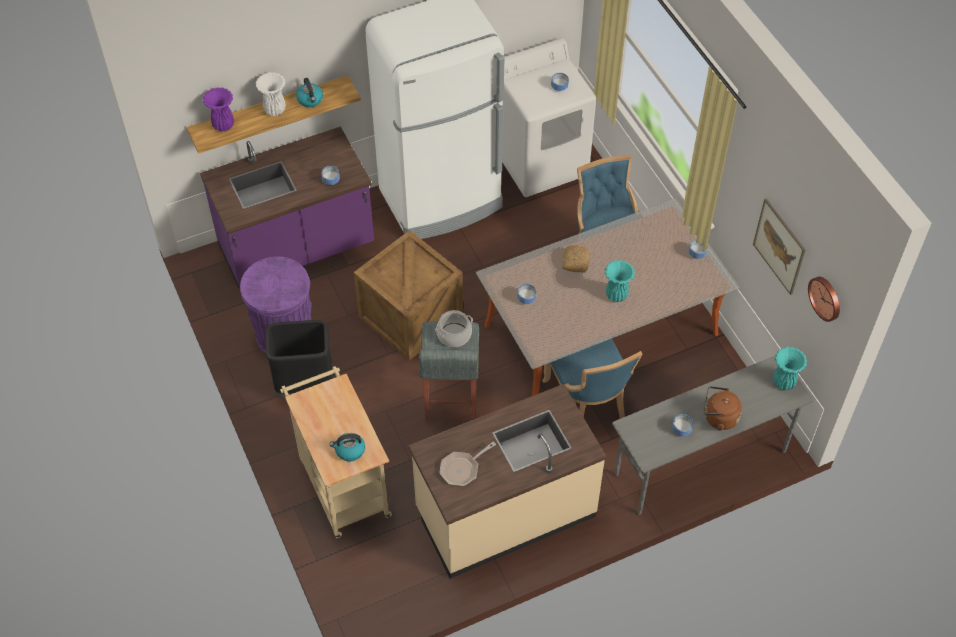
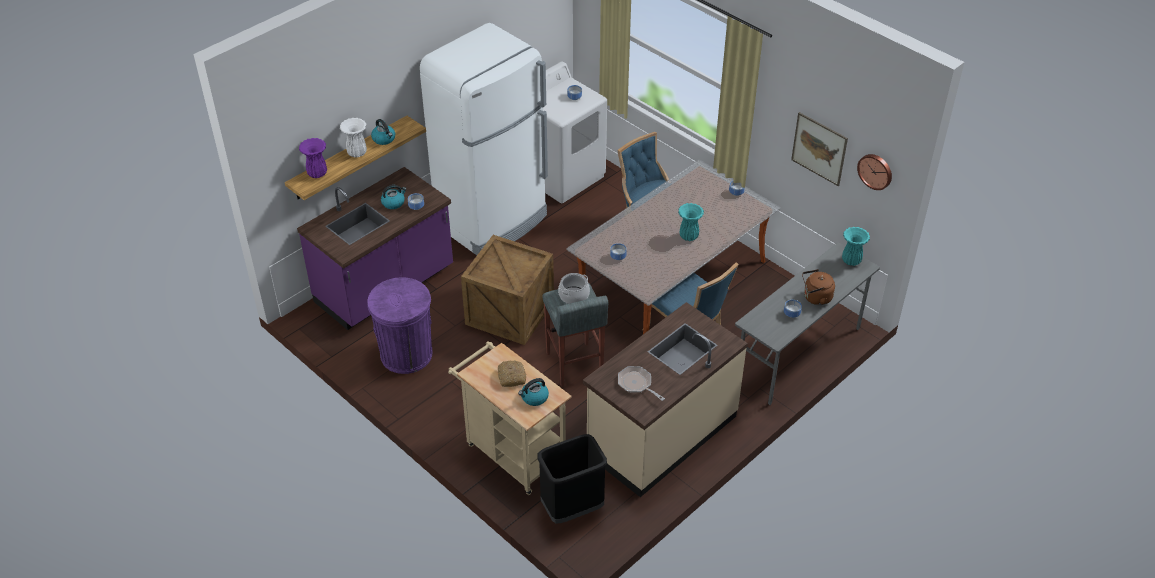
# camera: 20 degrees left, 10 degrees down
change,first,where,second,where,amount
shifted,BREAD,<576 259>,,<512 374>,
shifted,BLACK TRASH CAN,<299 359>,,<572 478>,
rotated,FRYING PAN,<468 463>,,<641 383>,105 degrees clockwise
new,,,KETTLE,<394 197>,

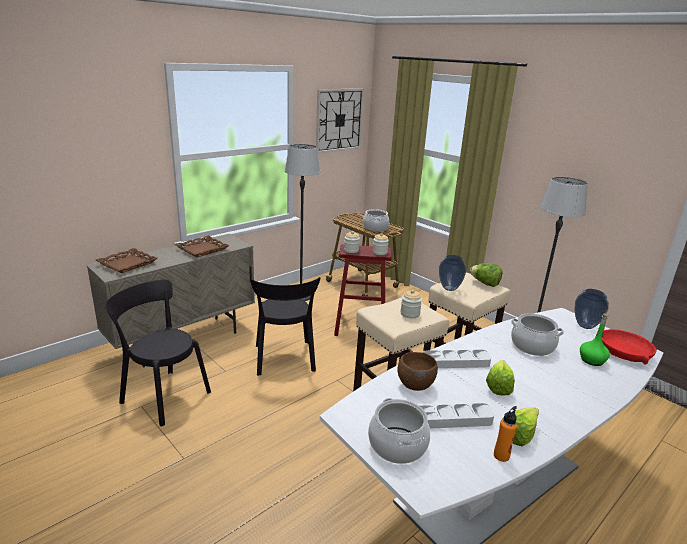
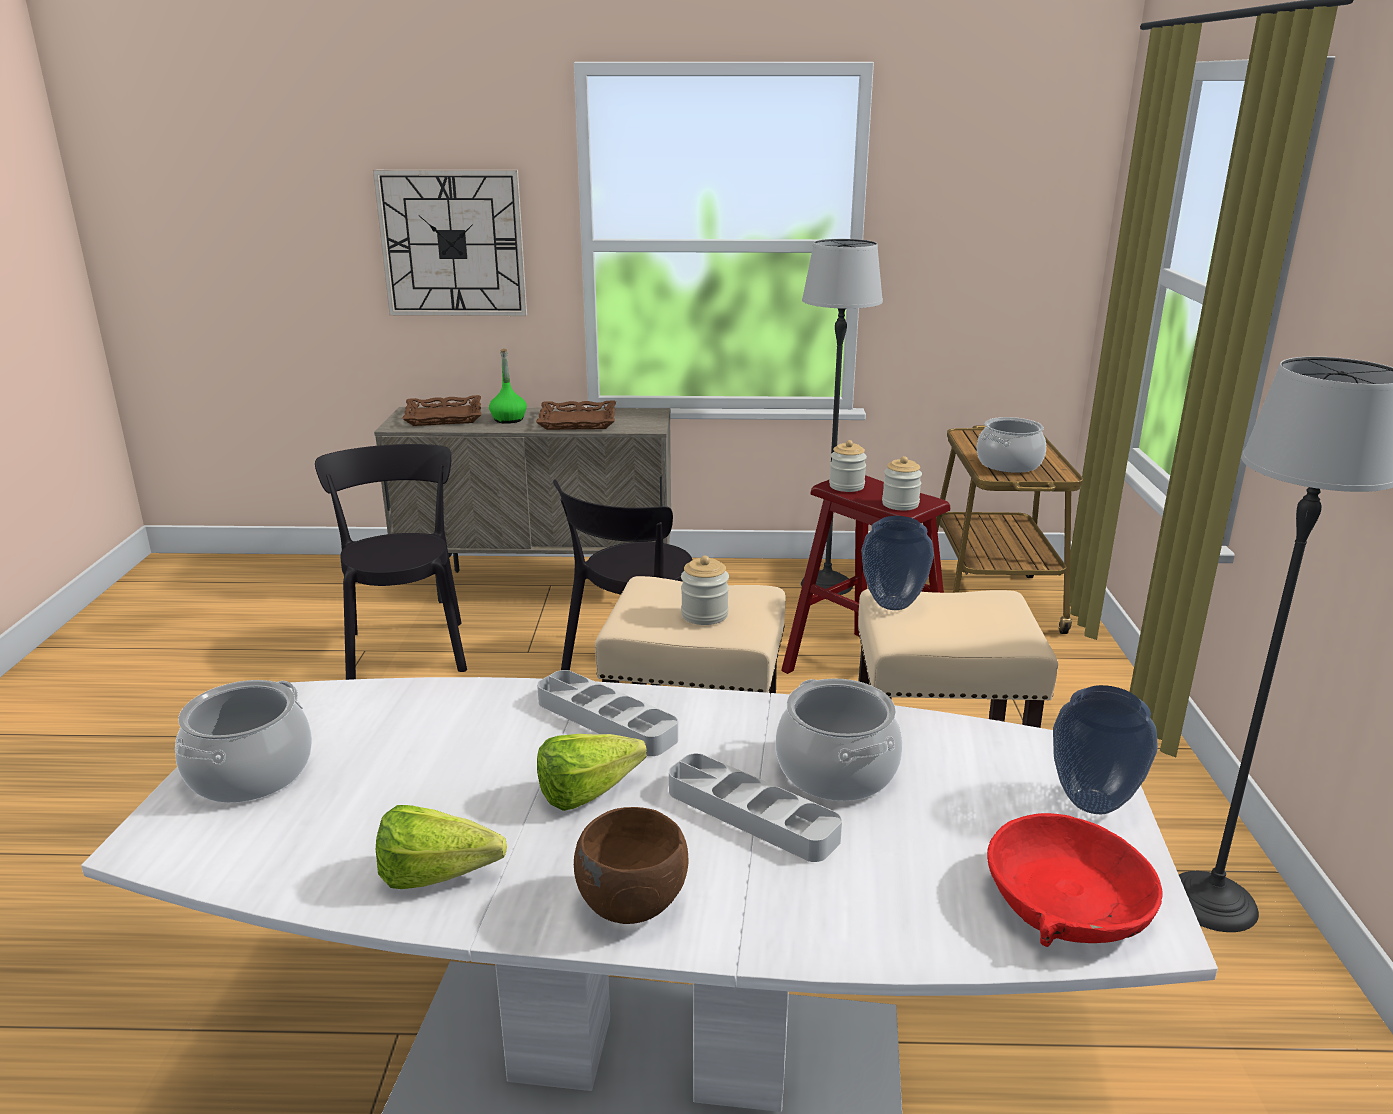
# camera: 45 degrees right, 0 degrees up
change,first,where,second,where,amount
shifted,WALL CLOCK,<340 121>,,<450 243>,
gone,LETTUCE,<486 275>,,,
shifted,GREEN BOTTLE,<595 339>,,<508 386>,
shifted,BROWN BOWL,<417 371>,,<631 865>,
shifted,GREY TRAY,<456 416>,,<755 807>,
gone,ORANGE BOTTLE,<505 434>,,,

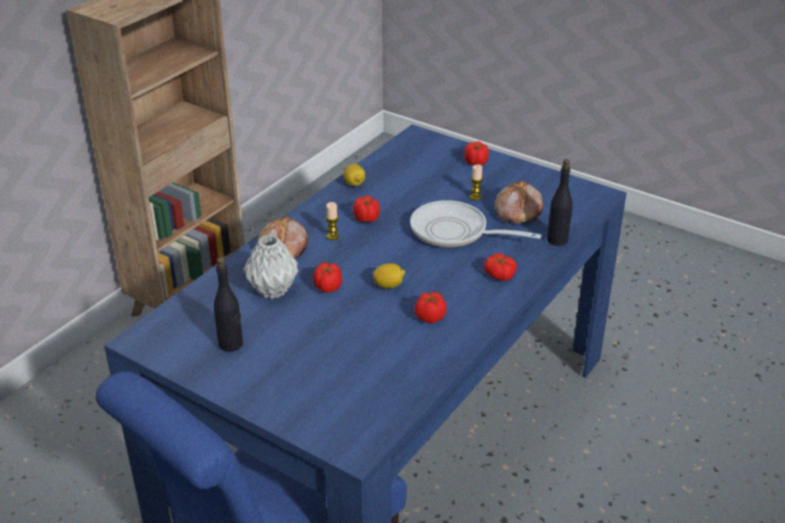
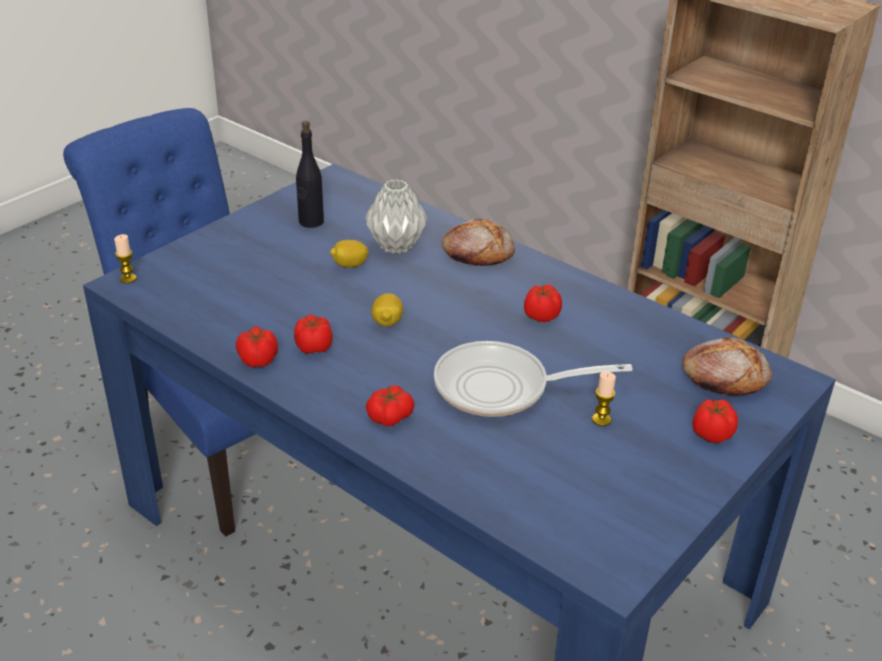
# camera: 95 degrees right, 0 degrees up
change,first,where,second,where,amount
gone,BLACK BOTTLE,<560 202>,,,
shifted,LEMON,<354 175>,,<349 254>,
shifted,BREAD,<518 202>,,<727 366>,
rotated,FRYING PAN,<476 223>,,<533 379>,120 degrees counterclockwise
shifted,CANDLE,<332 221>,,<125 258>,
shifted,TOMATO,<327 278>,,<257 346>,

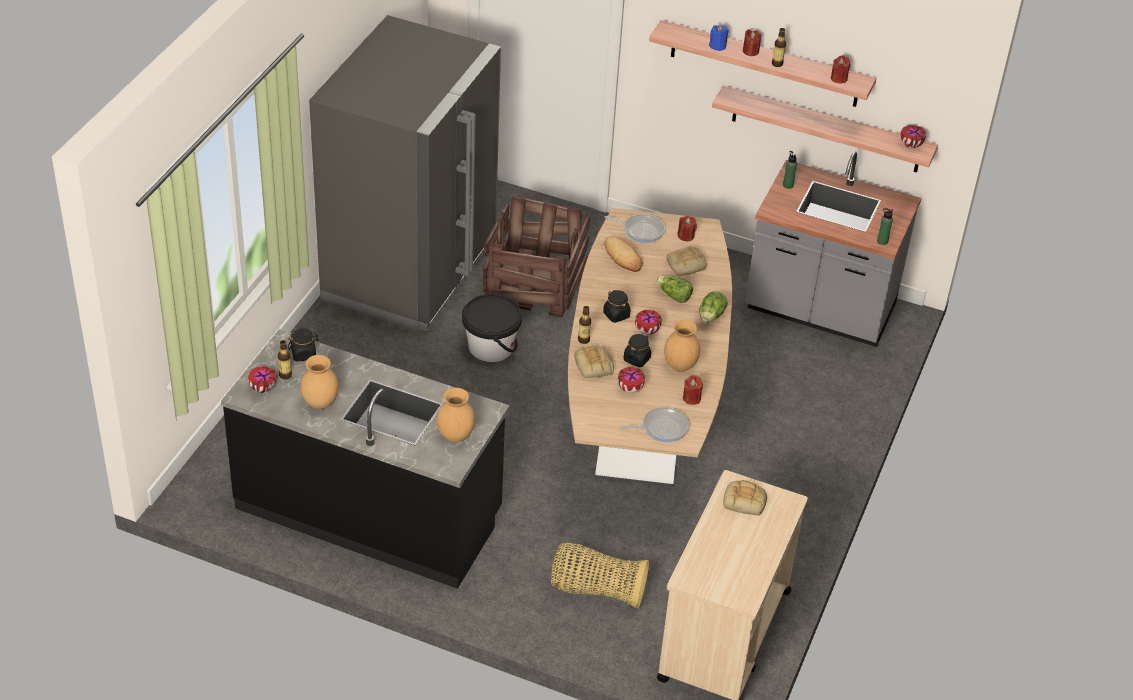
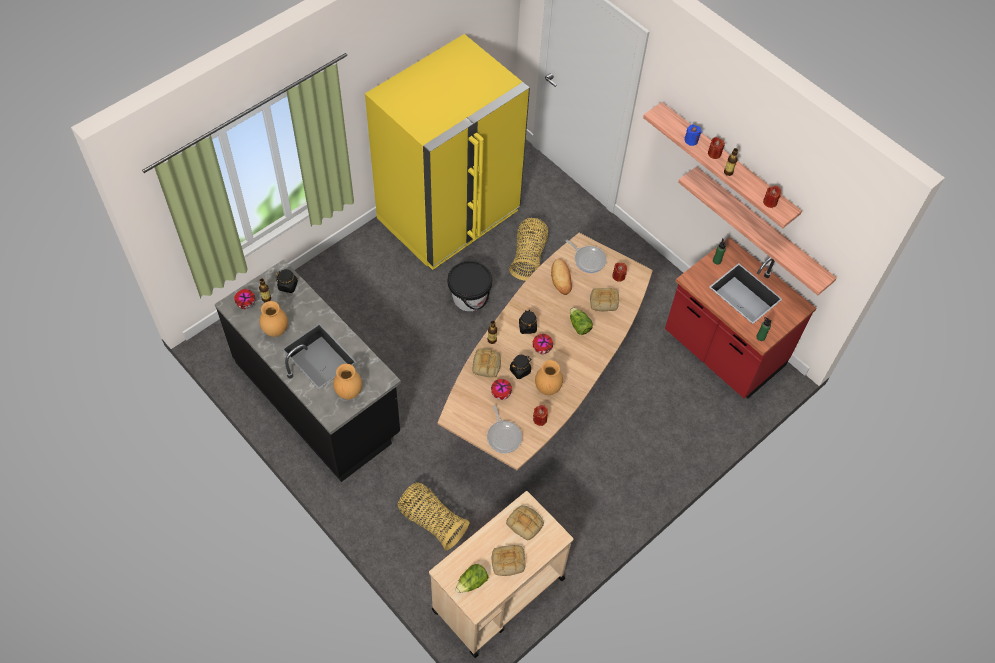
# camera: 25 degrees right, 15 degrees up
change,first,where,second,where,amount
repainted,GREY FRIDGE,<405 173>,YELLOW FRIDGE,<447 152>,
gone,BOWL,<913 136>,,,
repainted,GREY COUNTER,<833 249>,RED COUNTER,<740 317>,
swapped,CRATE,<536 257>,BASKET,<528 249>,
shifted,LETTUCE,<713 307>,,<471 578>,
rotated,FRYING PAN,<655 424>,,<504 429>,60 degrees clockwise
new,,,BREAD,<508 560>,

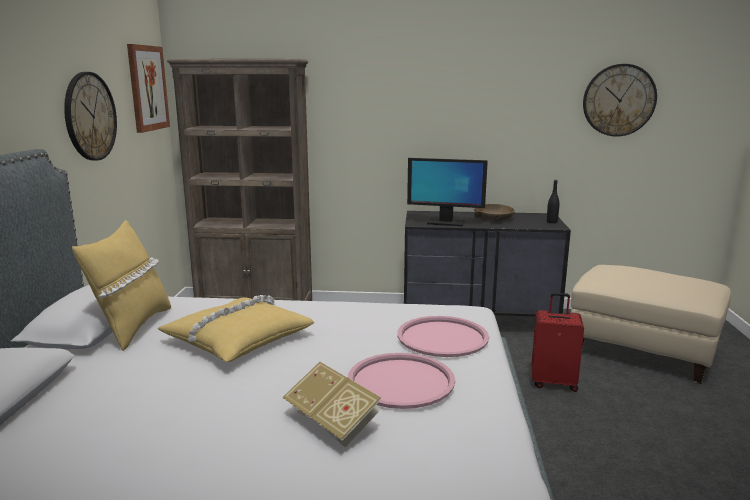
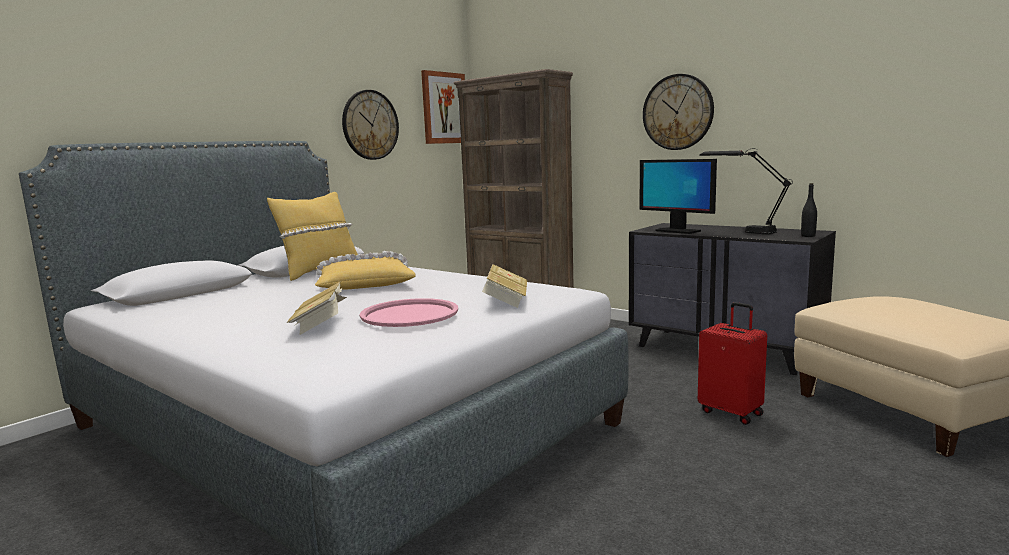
# camera: 35 degrees right, 5 degrees down
change,first,where,second,where,amount
shifted,WALL CLOCK,<620 100>,,<678 112>,
swapped,BROWN BOWL,<494 212>,BLACK TABLE LAMP,<746 192>,
swapped,PINK TRAY,<443 336>,BOOK,<504 286>,

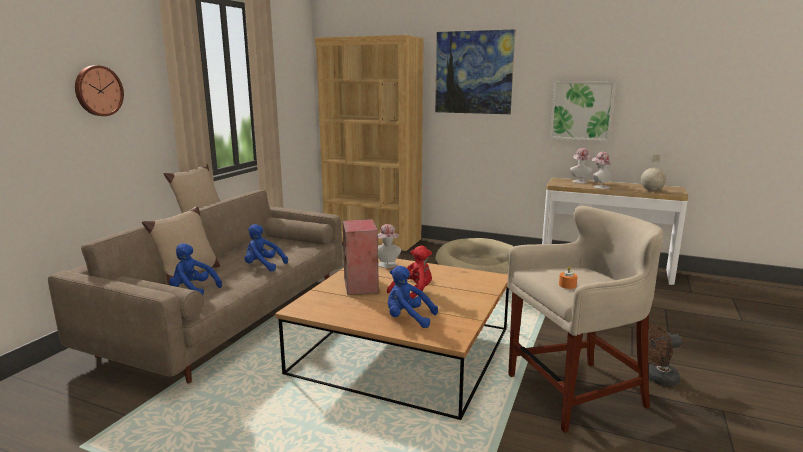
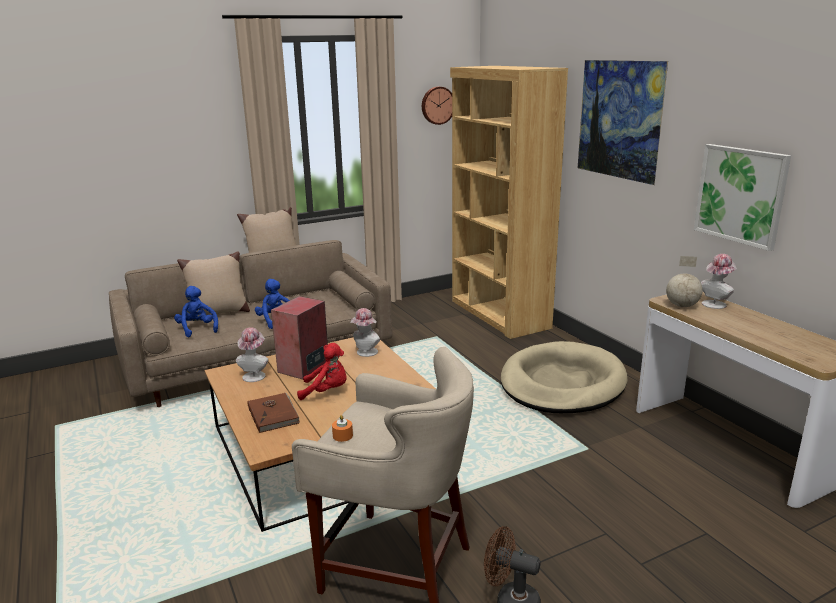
# camera: 40 degrees right, 5 degrees up
change,first,where,second,where,amount
shifted,WALL CLOCK,<99 90>,,<437 106>,
shifted,HAT,<602 170>,,<252 354>,
shifted,GLOBE,<654 172>,,<684 281>,
swapped,BLUE PLUSH TOY,<413 297>,BROWN BOOK,<273 413>,

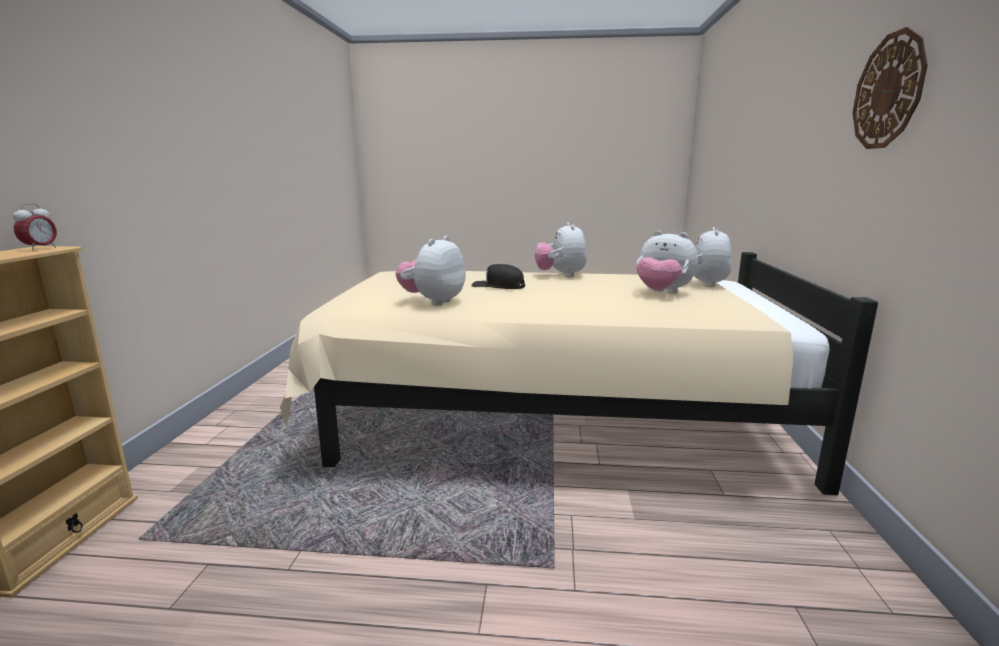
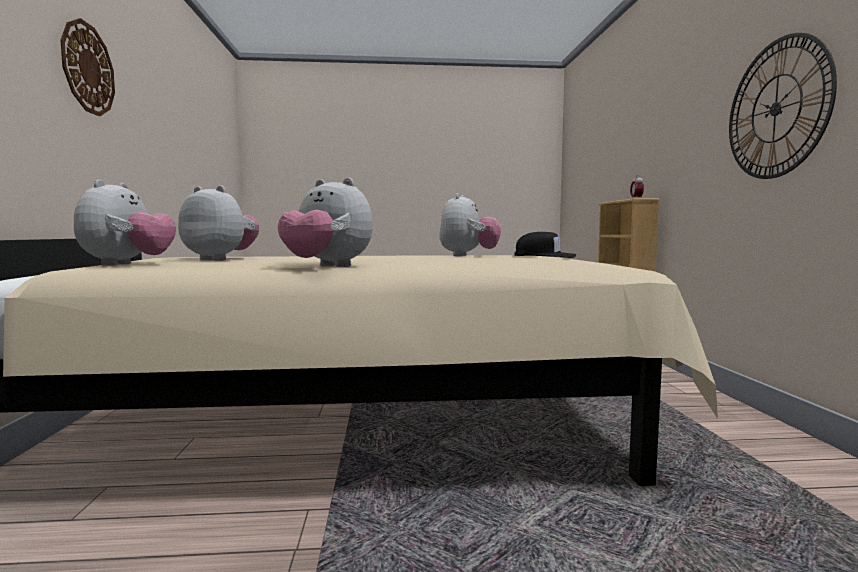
# camera: 170 degrees right, 10 degrees down
change,first,where,second,where,amount
rotated,PLUSH TOY,<561 249>,,<325 222>,135 degrees clockwise
shifted,BLACK CAP,<498 276>,,<545 245>,
new,,,WALL CLOCK,<783 106>,

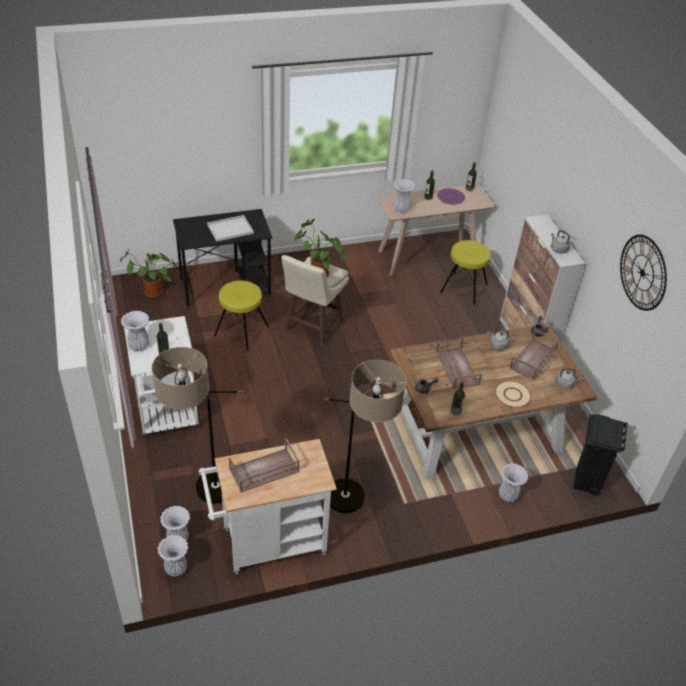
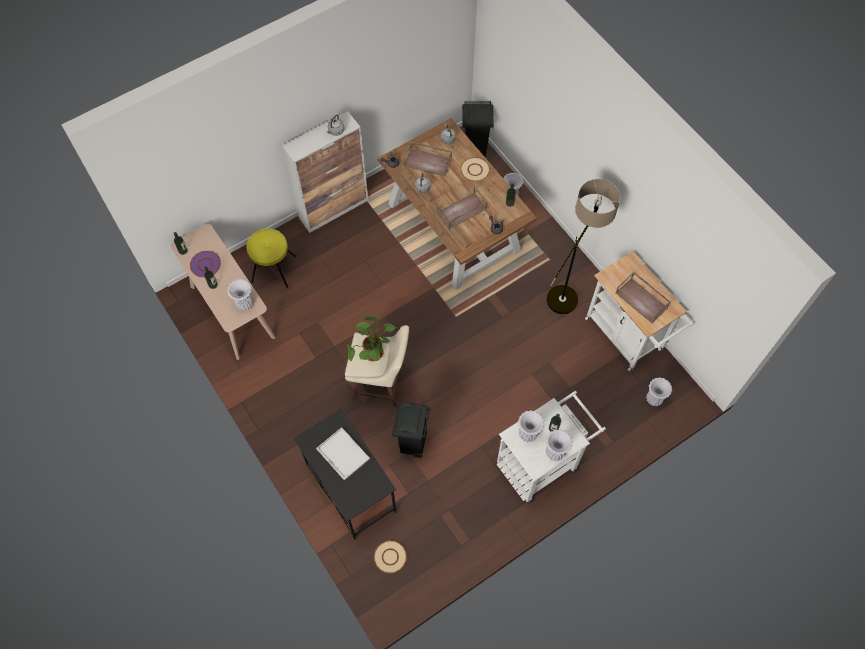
# camera: 105 degrees left, 20 degrees up
change,first,where,second,where,amount
gone,WALL CLOCK,<643 273>,,,
swapped,POTTED PLANT,<148 274>,BEIGE PLATE,<390 556>,
swapped,YELLOW STOOL,<241 315>,BLACK TRASH CAN,<411 430>,
gone,FLOOR LAMP,<197 425>,,,
shifted,WHITE VASE,<173 556>,,<531 426>,

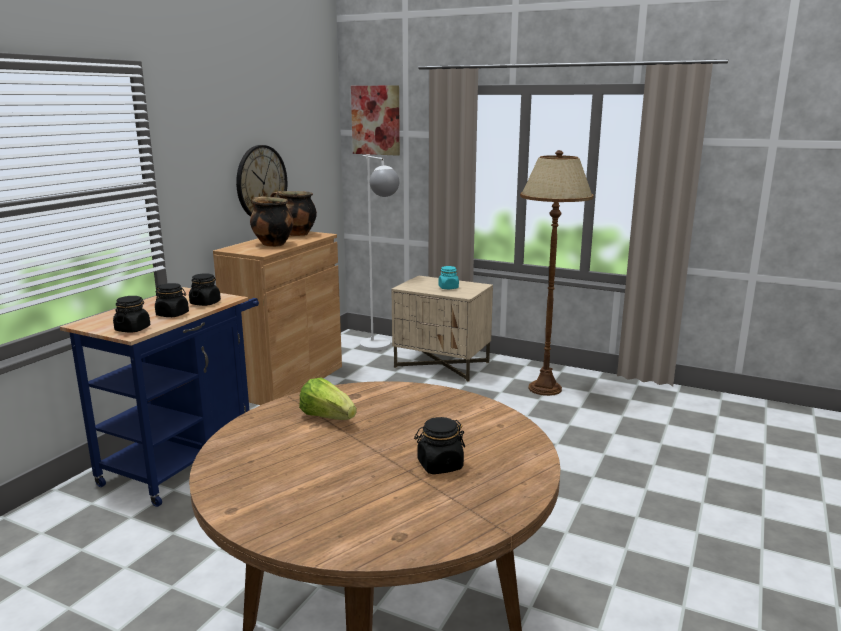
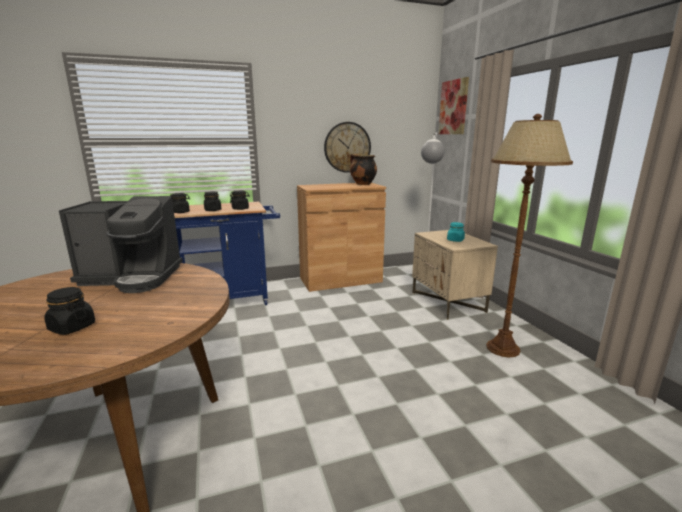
# camera: 45 degrees right, 0 degrees up
change,first,where,second,where,amount
gone,COOKING POT,<272 221>,,,
swapped,LETTUCE,<328 398>,COFFEE MACHINE,<121 244>,

